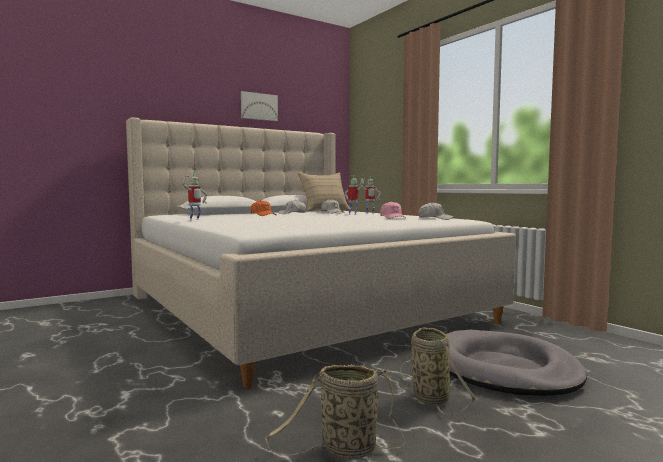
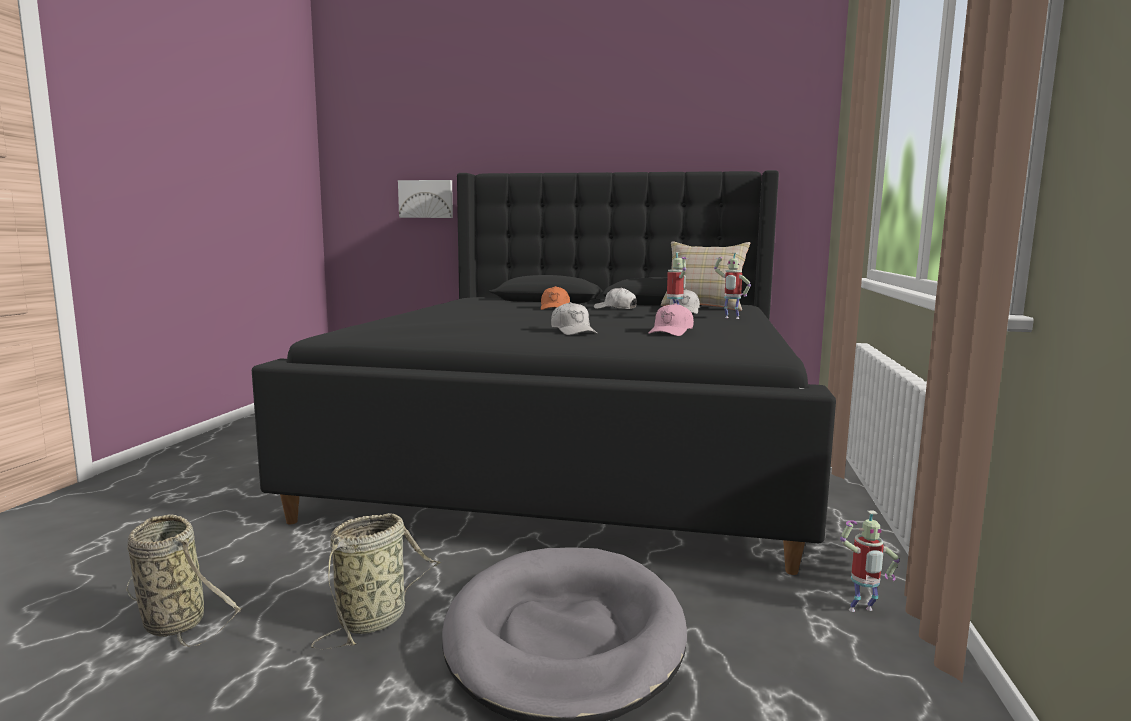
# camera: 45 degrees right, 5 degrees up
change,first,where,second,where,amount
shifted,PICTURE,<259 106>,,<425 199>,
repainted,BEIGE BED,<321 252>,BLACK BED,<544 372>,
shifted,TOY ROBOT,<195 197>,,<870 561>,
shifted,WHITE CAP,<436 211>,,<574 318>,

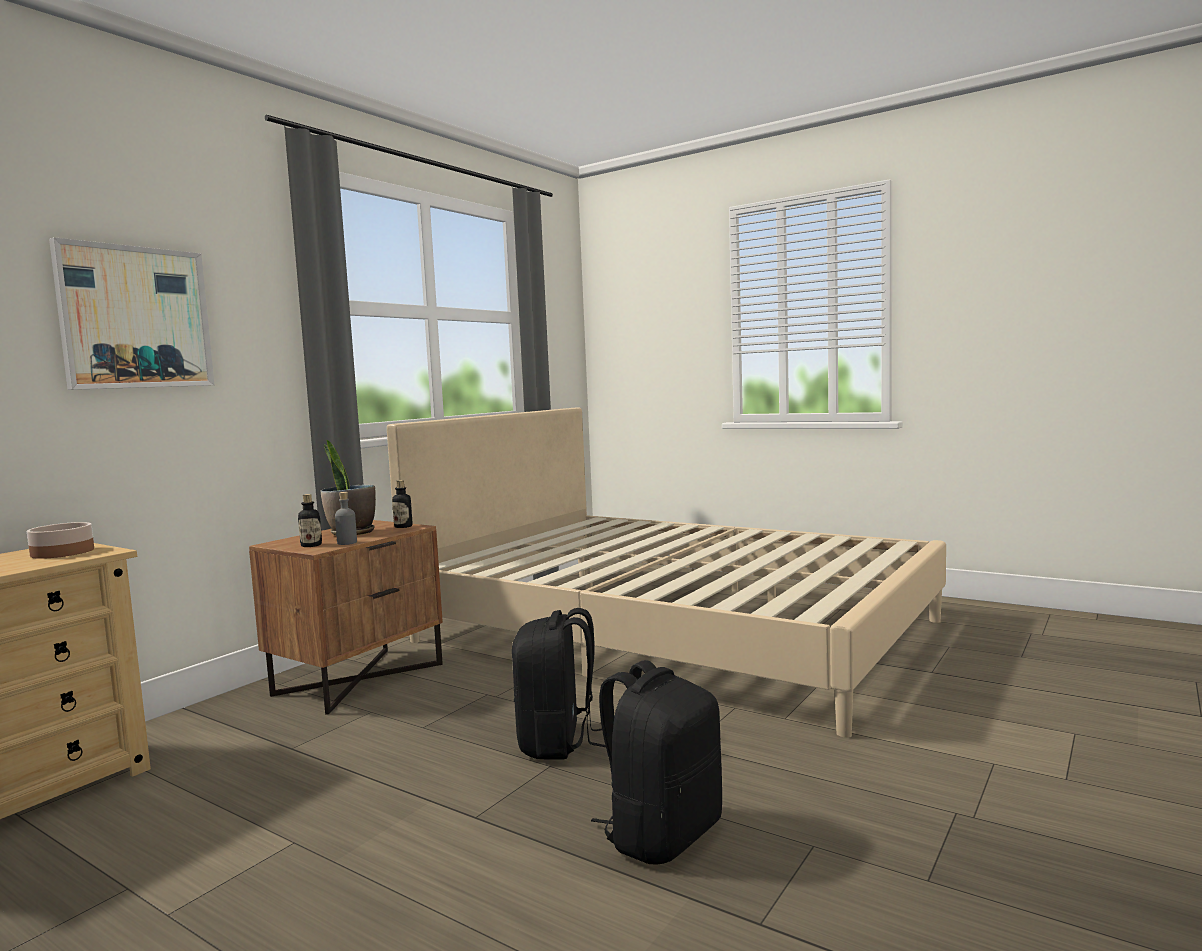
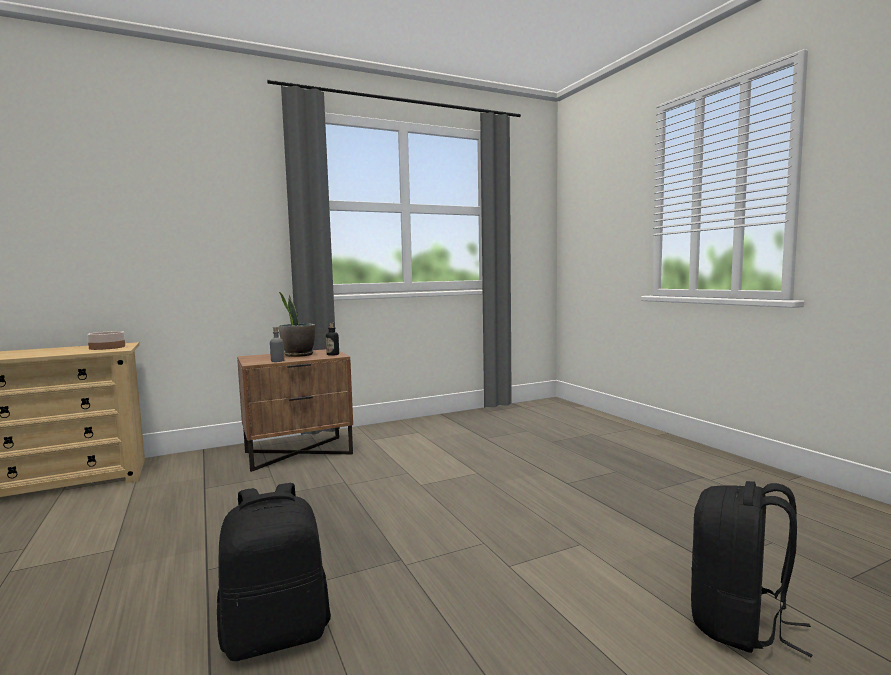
# camera: 30 degrees right, 0 degrees up
change,first,where,second,where,amount
gone,PICTURE,<132 313>,,,
gone,BEIGE BED,<666 572>,,,
gone,BOTTLE,<310 520>,,,
shifted,BLACK BACKPACK,<559 684>,,<752 569>,

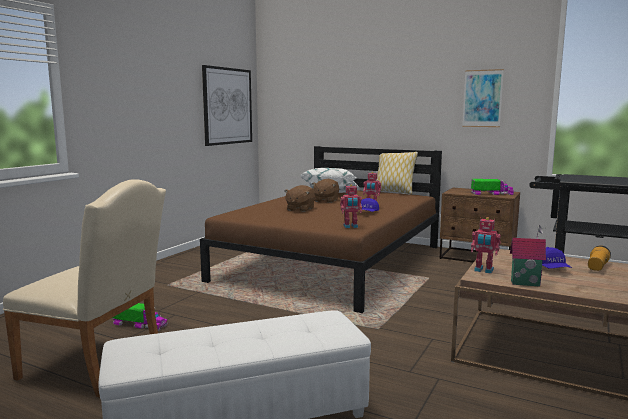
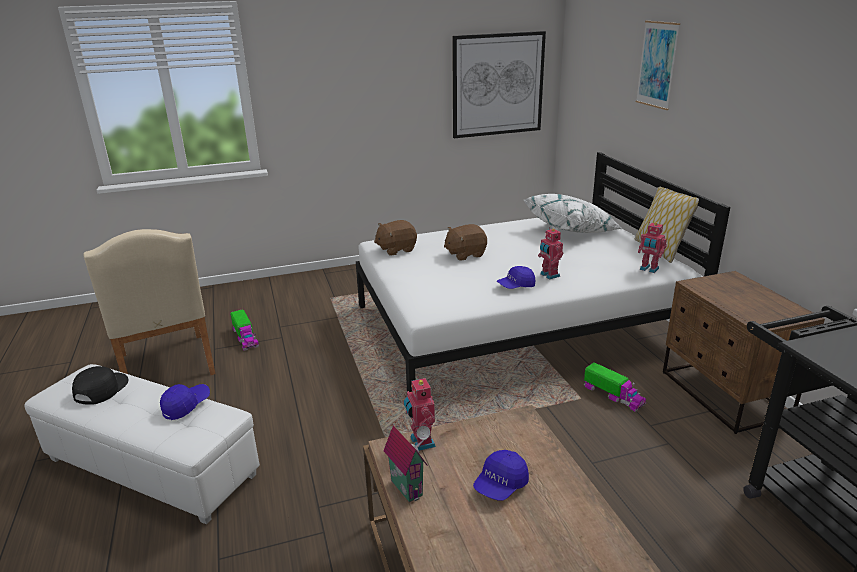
# camera: 45 degrees right, 15 degrees up
change,first,where,second,where,amount
shifted,PICTURE,<483 98>,,<658 65>,
repainted,BROWN BED,<321 229>,WHITE BED,<543 272>,
shifted,BROWN PLUSH TOY,<325 191>,,<395 238>,
shifted,TOY TRUCK,<492 187>,,<615 387>,
shifted,TOY ROBOT,<351 206>,,<652 247>,
gone,FLASHLIGHT,<599 258>,,,
new,,,BLACK CAP,<100 385>,
new,,,BLUE CAP,<185 402>,

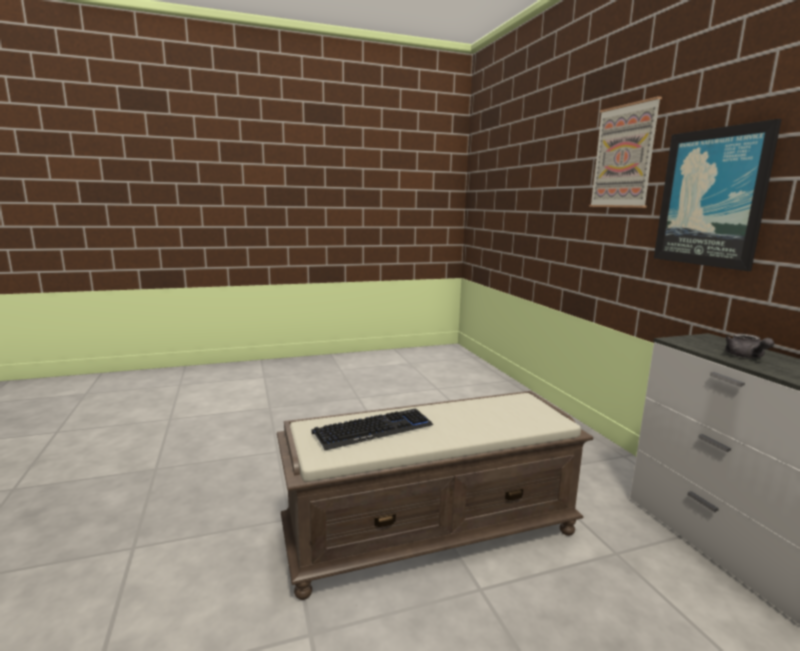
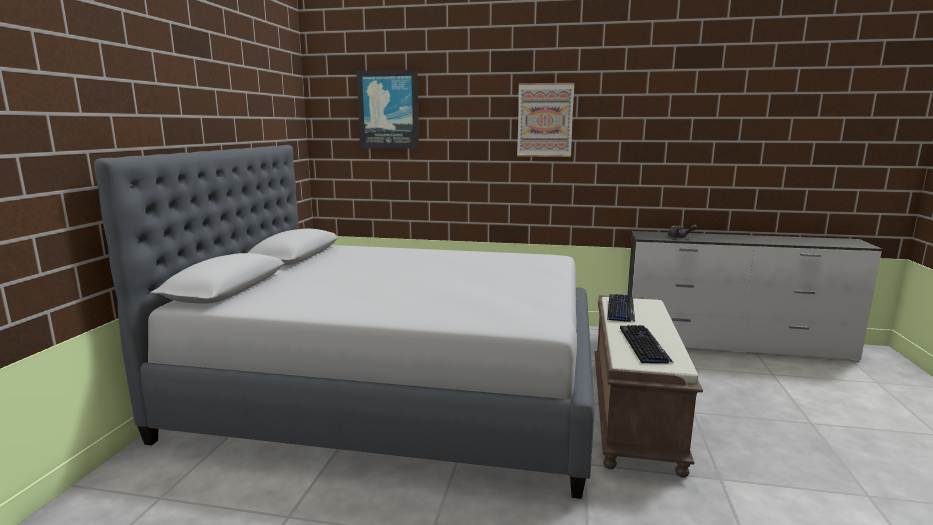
# camera: 60 degrees left, 0 degrees up
change,first,where,second,where,amount
shifted,PICTURE,<718 195>,,<387 109>,
new,,,GREY BED,<344 322>,
new,,,KEYBOARD,<621 308>,

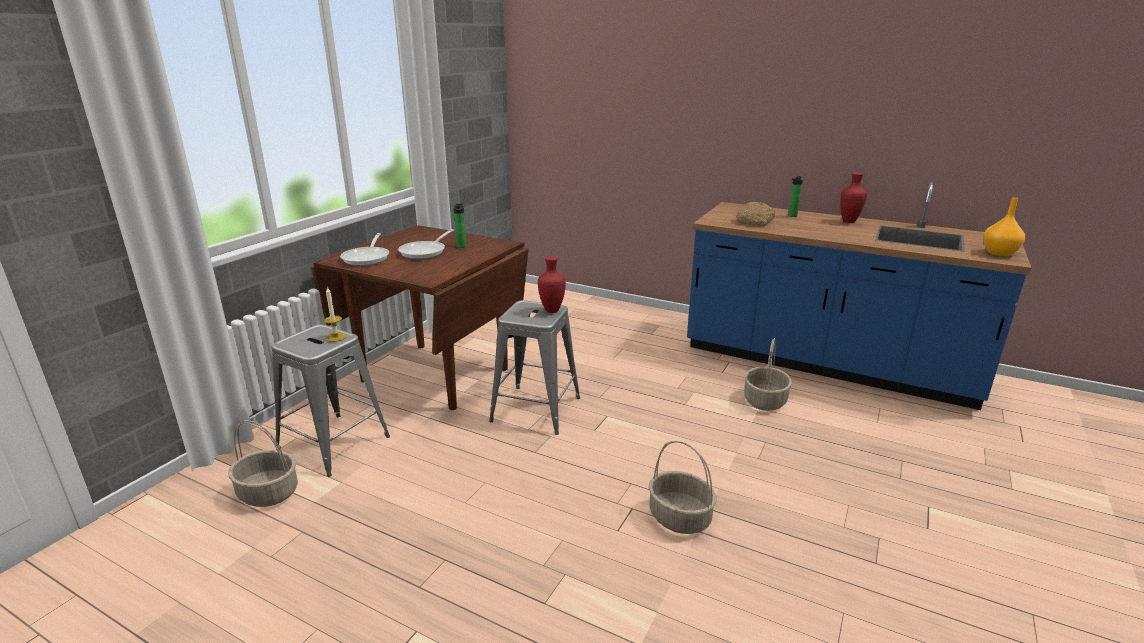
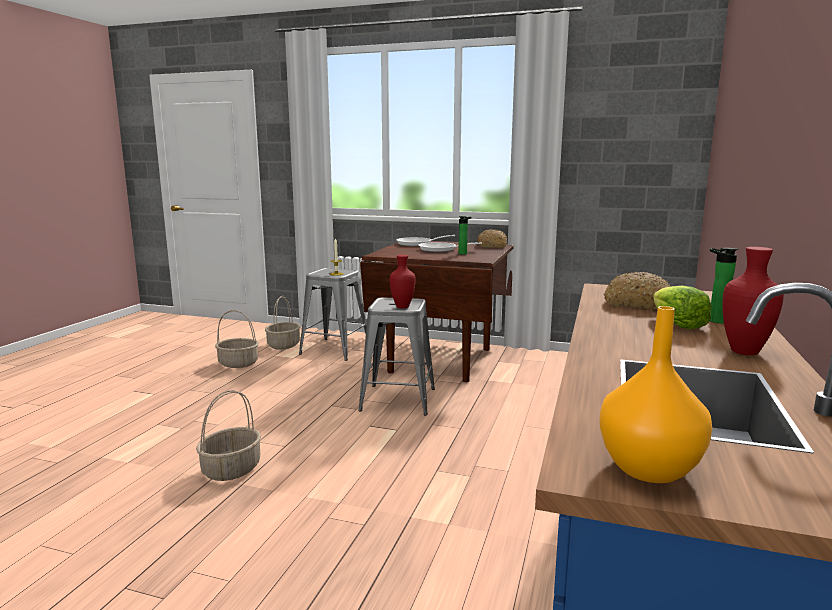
# camera: 80 degrees right, 10 degrees down
change,first,where,second,where,amount
shifted,BASKET,<768 374>,,<237 339>,
new,,,BREAD,<492 238>,
new,,,LETTUCE,<682 307>,

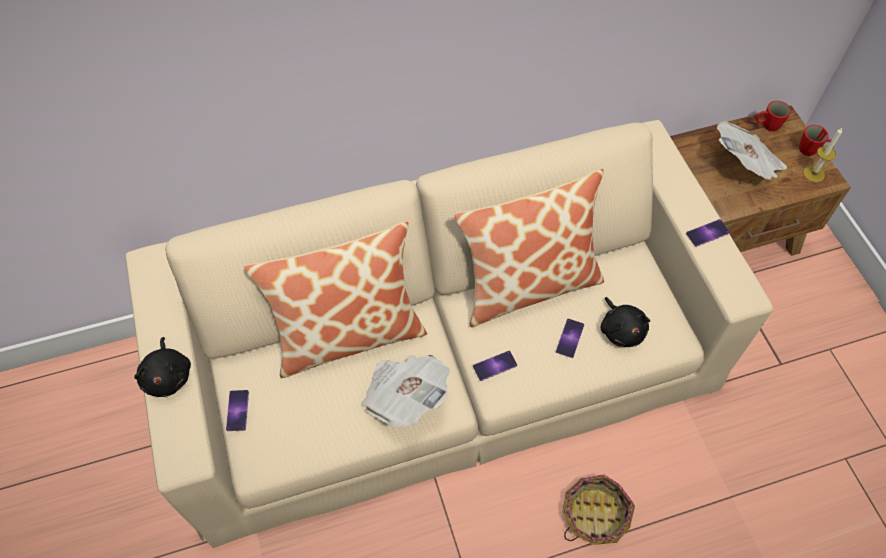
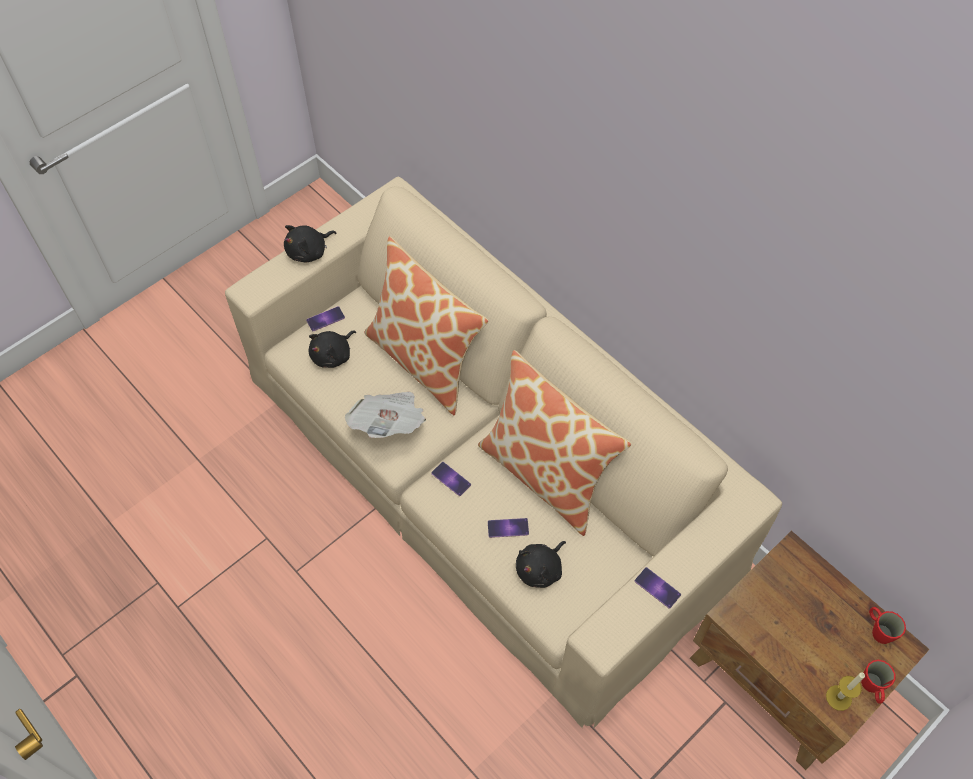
# camera: 65 degrees right, 0 degrees up
change,first,where,second,where,amount
gone,NEWSPAPER,<752 150>,,,
gone,BASKET,<598 509>,,,
new,,,BLACK PLUSH TOY,<332 349>,

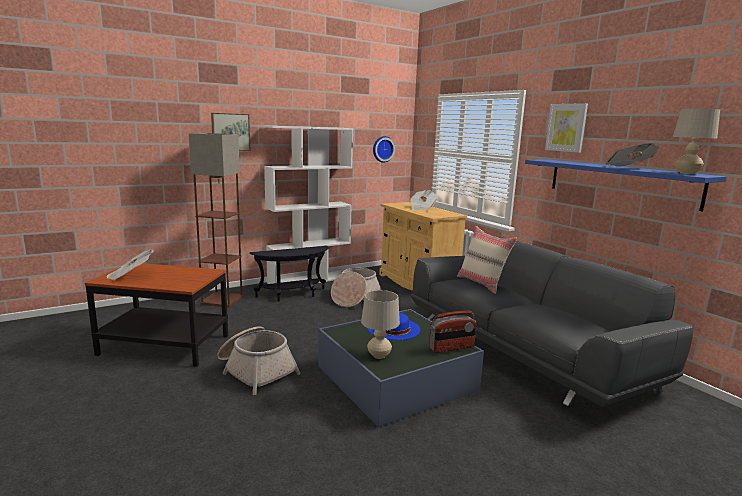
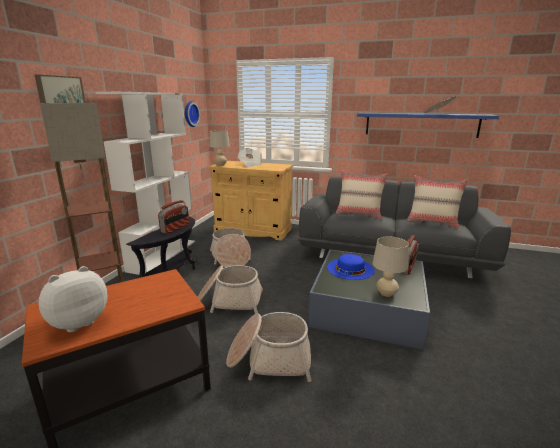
# camera: 40 degrees left, 5 degrees up
change,first,where,second,where,amount
gone,PICTURE,<566 128>,,,
shifted,BEIGE TABLE LAMP,<696 141>,,<219 148>,
swapped,NEWSPAPER,<130 265>,PLUSH TOY,<72 299>,
new,,,BEIGE PILLOW,<437 201>,
new,,,RADIO,<173 217>,
new,,,BASKET,<230 289>,

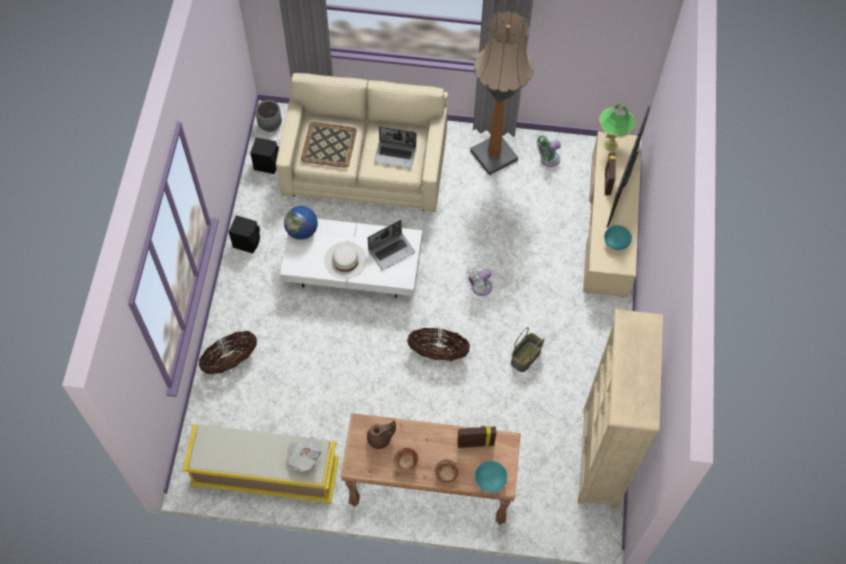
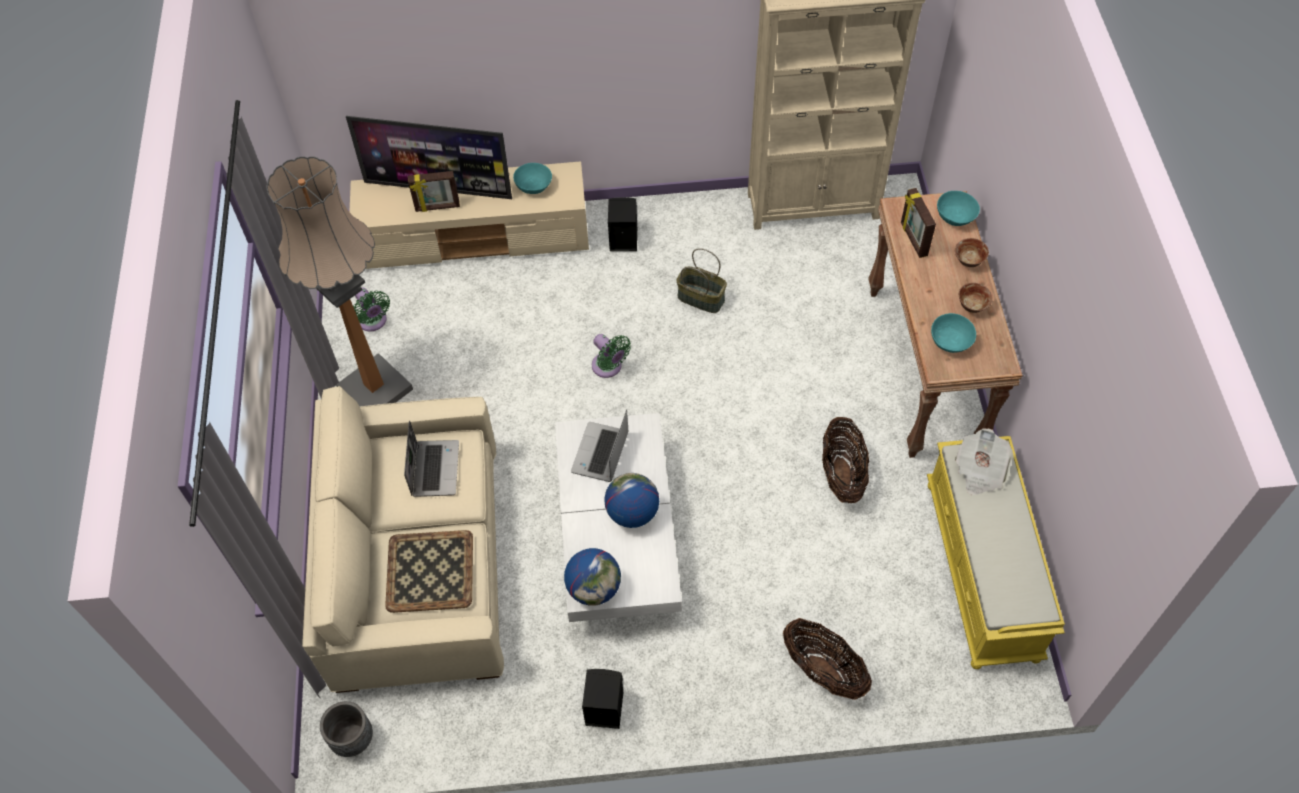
# camera: 100 degrees left, 5 degrees down
change,first,where,second,where,amount
gone,TABLE LAMP,<617 127>,,,
shifted,BLACK SPEAKER,<264 155>,,<622 224>,
rotated,LAPTOP,<391 245>,,<599 446>,120 degrees counterclockwise
swapped,WHITE HAT,<345 260>,GLOBE,<631 500>,
repainted,WHITE FAN,<479 281>,GREEN FAN,<611 356>,
shifted,BASKET,<438 344>,,<845 460>,
swapped,BROWN TEAPOT,<381 435>,TURQUOISE BOWL,<953 333>,

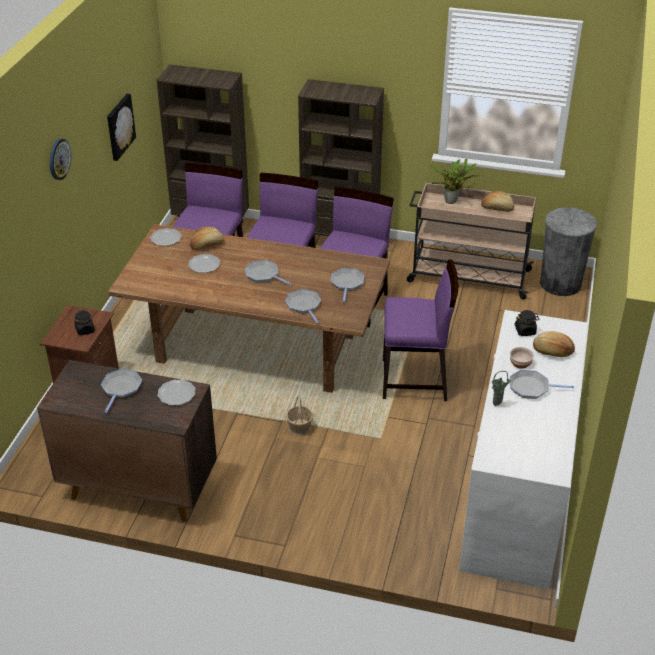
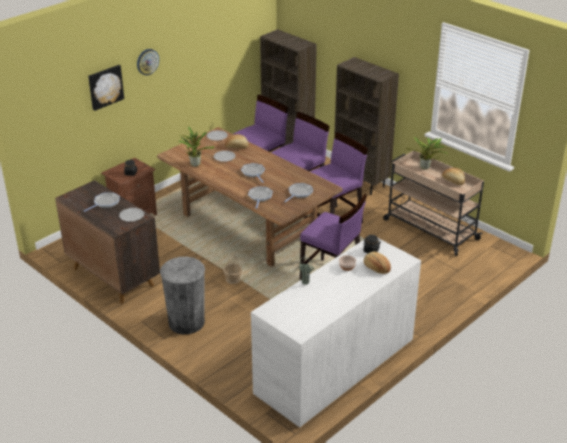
# camera: 30 degrees right, 5 degrees down
change,first,where,second,where,amount
shifted,PICTURE,<121 127>,,<106 88>,
shifted,GREY TRASH CAN,<568 251>,,<182 295>,
gone,FRYING PAN,<542 384>,,,
new,,,POTTED PLANT,<196 146>,

